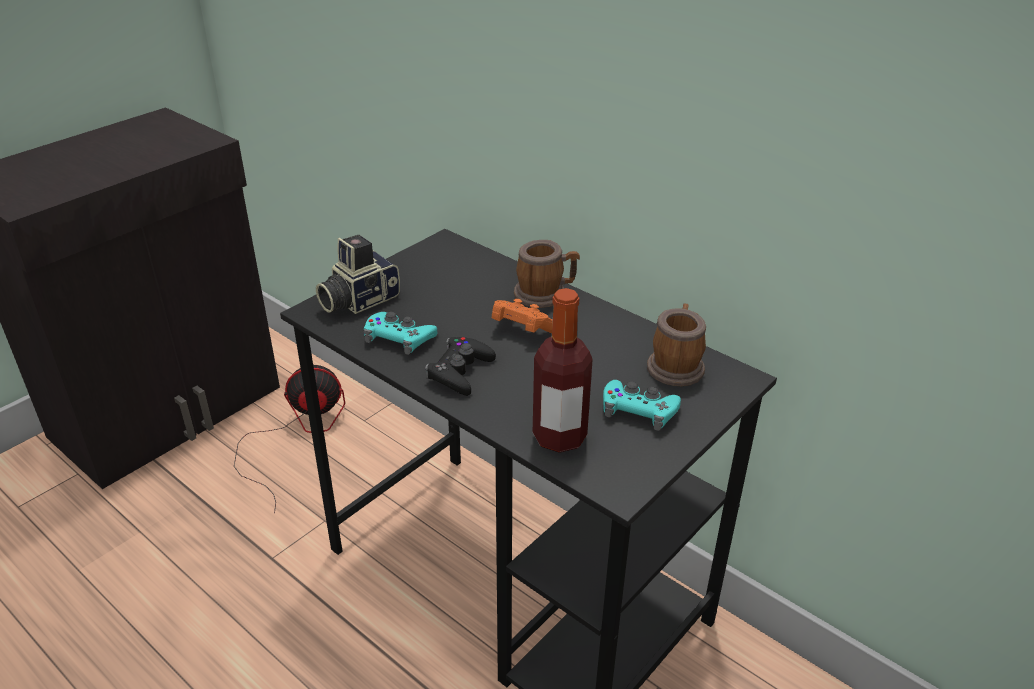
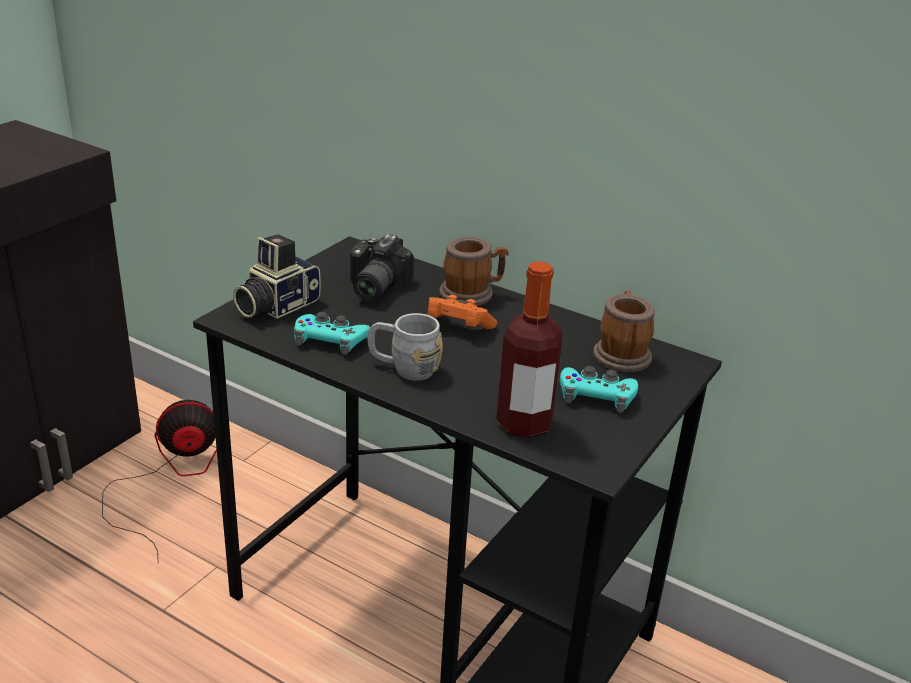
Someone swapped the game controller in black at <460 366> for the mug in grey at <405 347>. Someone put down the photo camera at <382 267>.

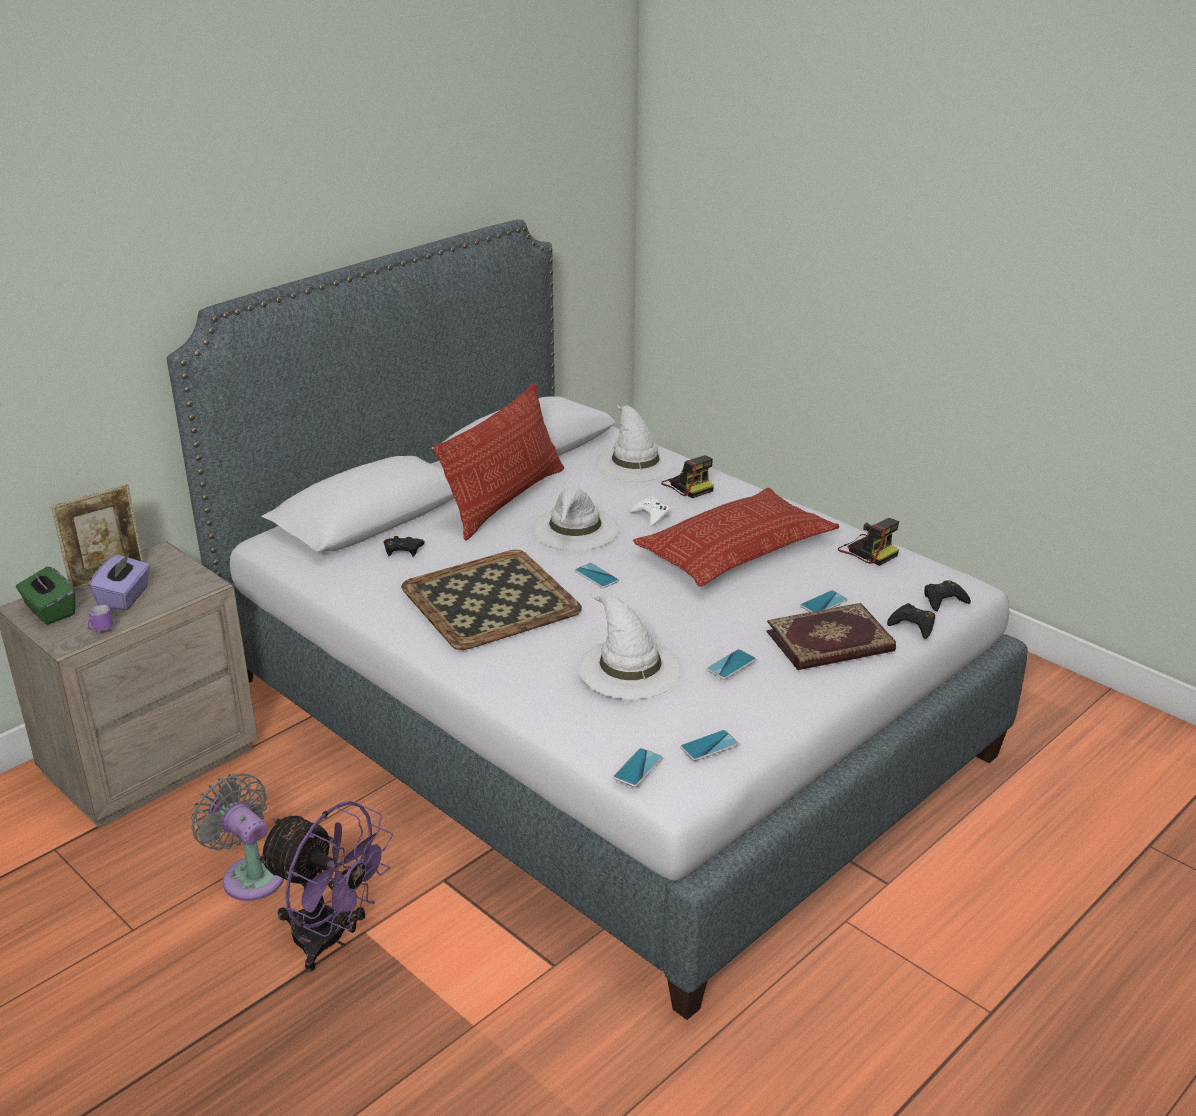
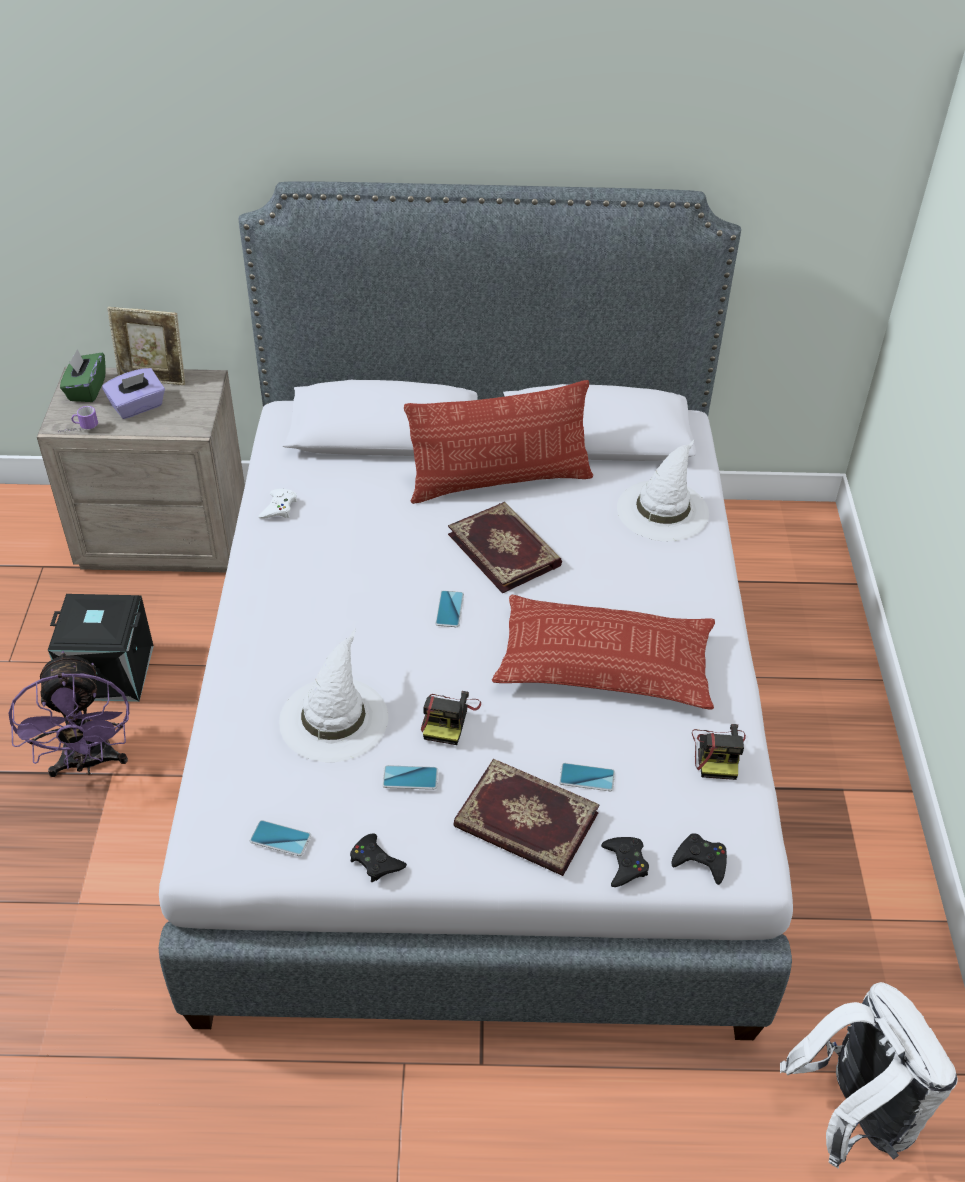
Someone carried the photo camera from <687 476> to <451 718>. Someone swapped the hat in white at <575 519> for the book at <505 547>. Someone carried the game controller in white from <650 511> to <277 504>. Someone carried the game controller in black from <404 546> to <378 858>. Someone took away the tray at <491 600>. Someone took away the phone at <638 767>. Someone swapped the fan in grey at <237 837> for the storage box in black at <101 648>. Someone put down the backpack in white at <869 1075>.

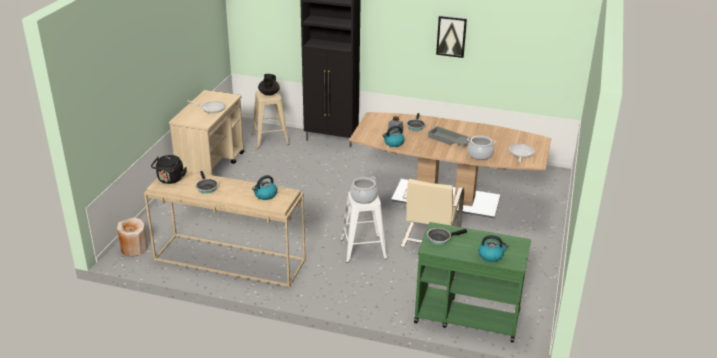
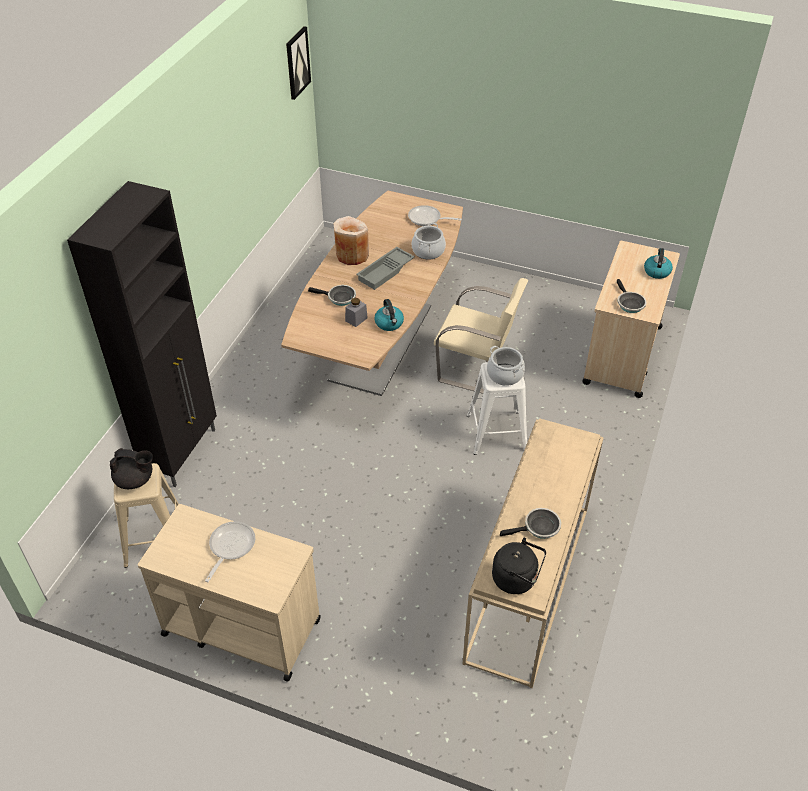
Someone carried the picture from <451 36> to <298 63>. Someone took away the kettle at <264 187>. Someone carried the vase in beige from <132 237> to <351 240>. Someone repainted the cart in green at <472 282>, which became the cart in beige at <631 319>.

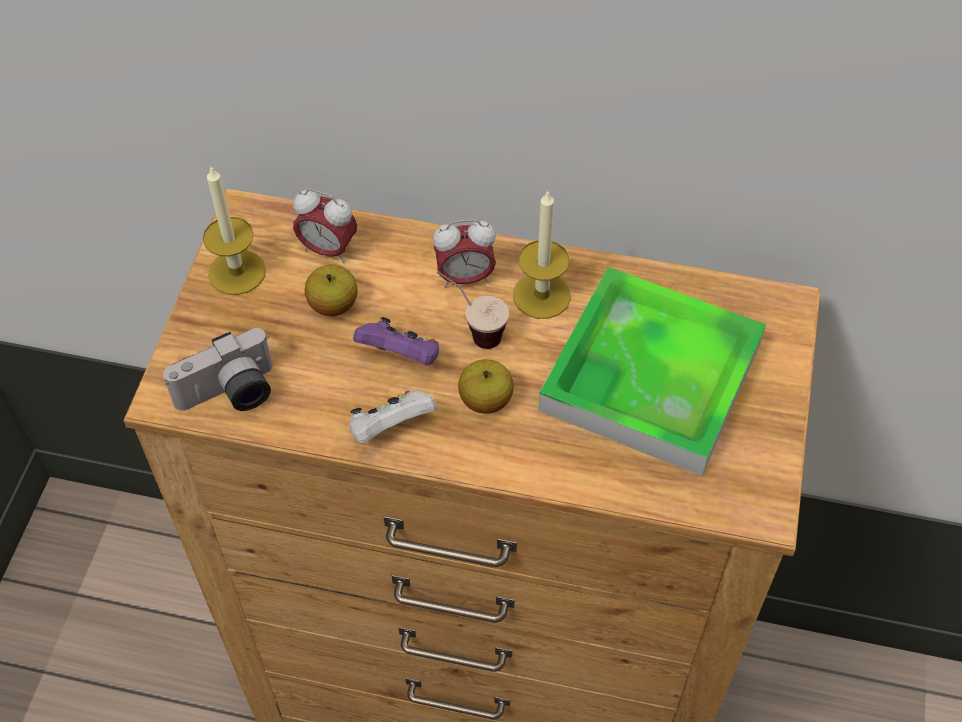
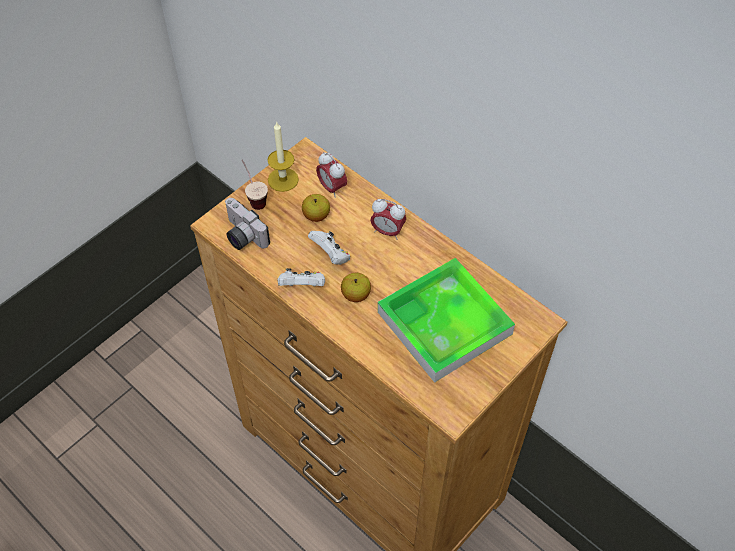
Someone took away the candle at <542 255>. Someone carried the cup from <473 310> to <255 185>. Someone repainted the game controller in purple at <396 341>, which became the game controller in white at <329 248>. Someone rotated the photo camera at <217 369> by 45 degrees clockwise.

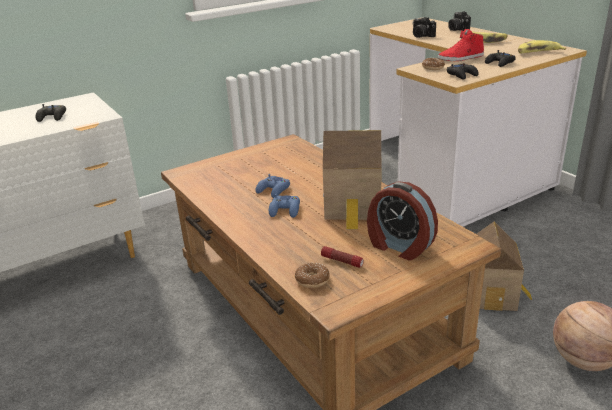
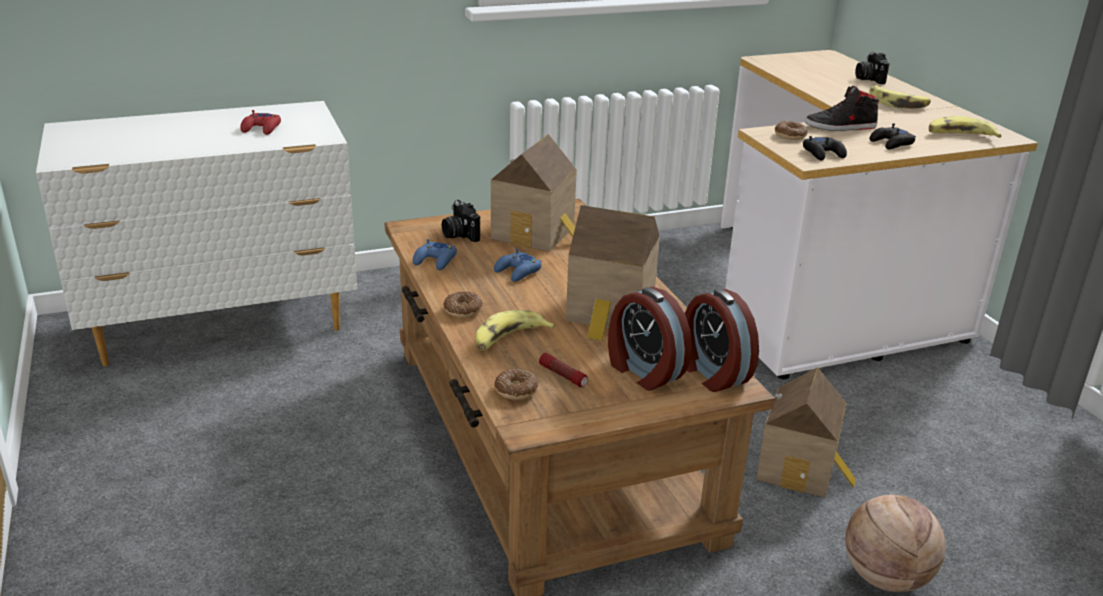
Someone carried the photo camera from <424 27> to <461 221>. Someone repainted the shoe in red at <461 45>, which became the shoe in black at <842 108>. Someone repainted the game controller in black at <51 113>, which became the game controller in red at <260 122>. Someone carried the game controller in blue from <284 206> to <435 254>. Someone put down the toy house at <534 193>. Someone put down the alarm clock at <722 340>. Someone put down the donut at <462 304>. Someone put down the banana at <515 330>.

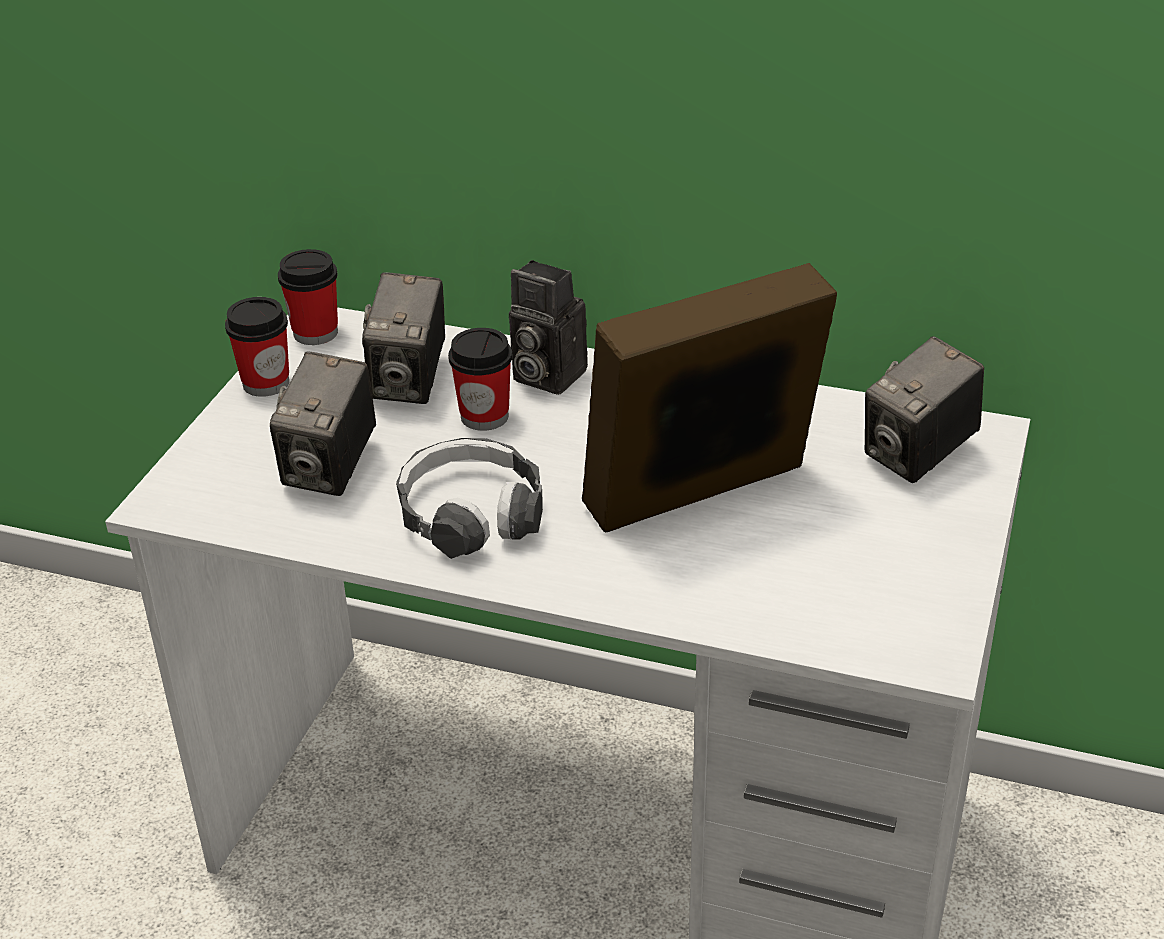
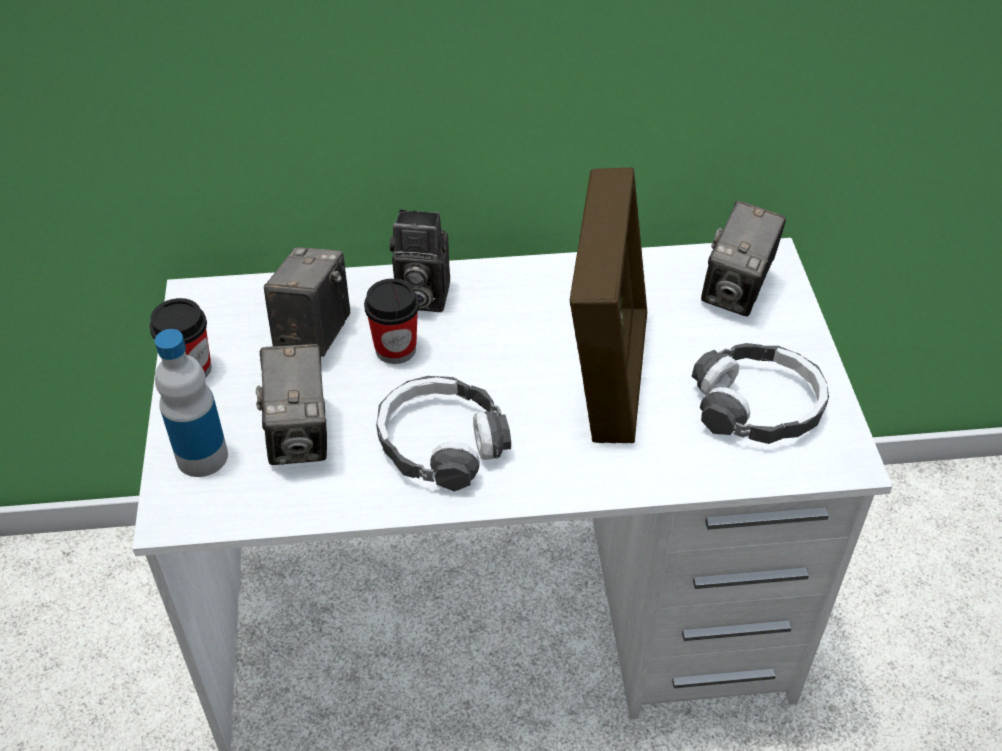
Someone took away the cup at <308 297>. Someone rotated the picture frame at <709 398> by 150 degrees clockwise. Someone rotated the photo camera at <403 338> by 150 degrees counterclockwise. Someone put down the bottle at <191 403>. Someone put down the headphones at <760 393>.

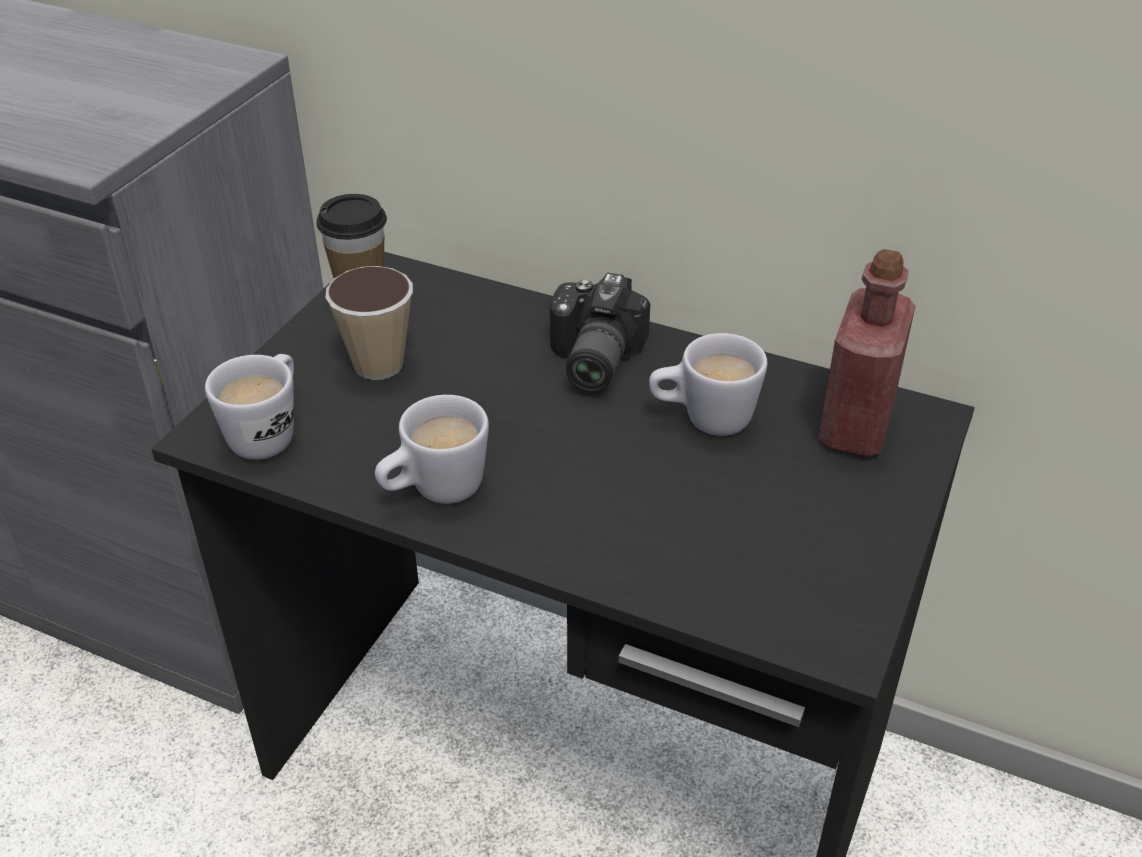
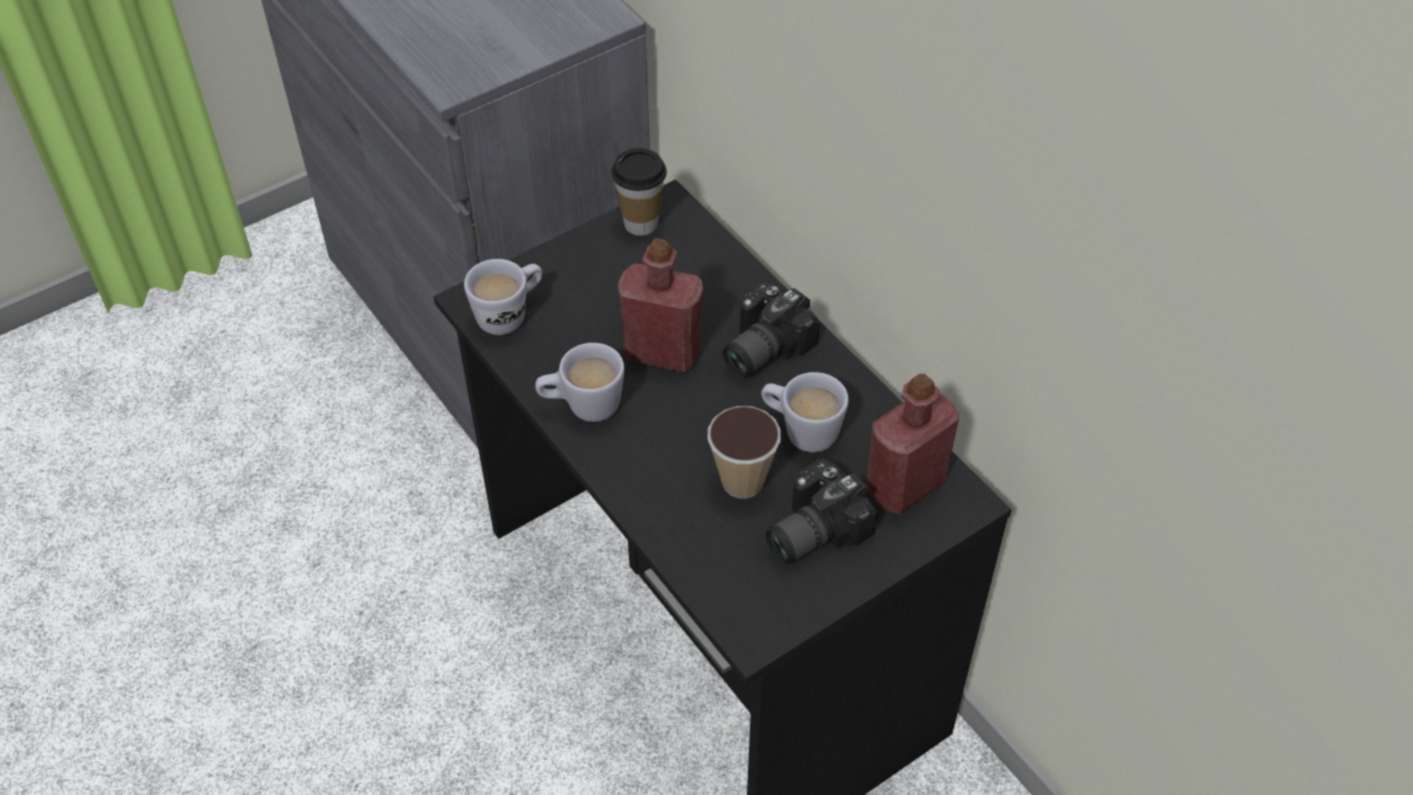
Someone carried the cup from <369 323> to <744 452>. Someone put down the bottle in red at <660 305>. Someone put down the photo camera at <821 511>.

